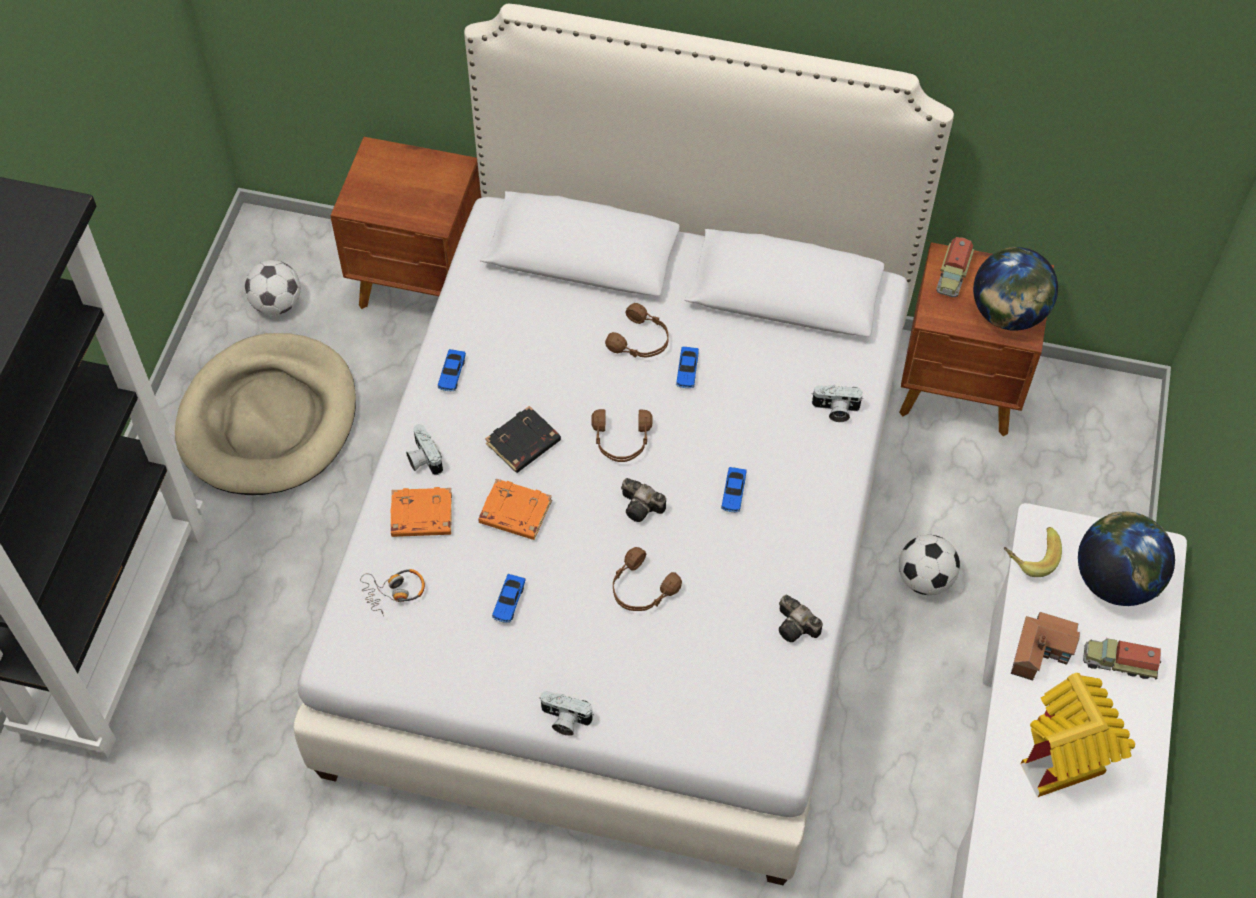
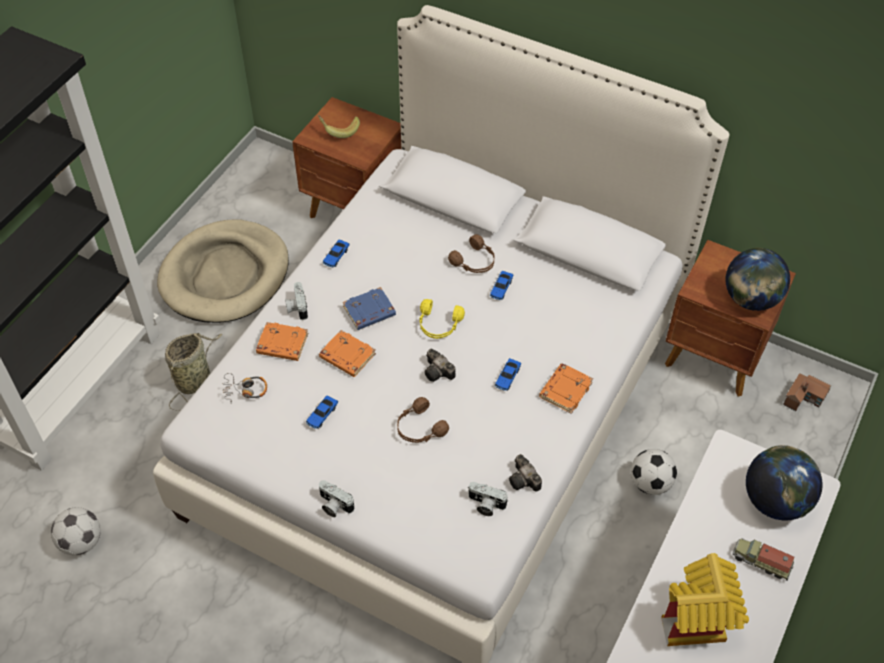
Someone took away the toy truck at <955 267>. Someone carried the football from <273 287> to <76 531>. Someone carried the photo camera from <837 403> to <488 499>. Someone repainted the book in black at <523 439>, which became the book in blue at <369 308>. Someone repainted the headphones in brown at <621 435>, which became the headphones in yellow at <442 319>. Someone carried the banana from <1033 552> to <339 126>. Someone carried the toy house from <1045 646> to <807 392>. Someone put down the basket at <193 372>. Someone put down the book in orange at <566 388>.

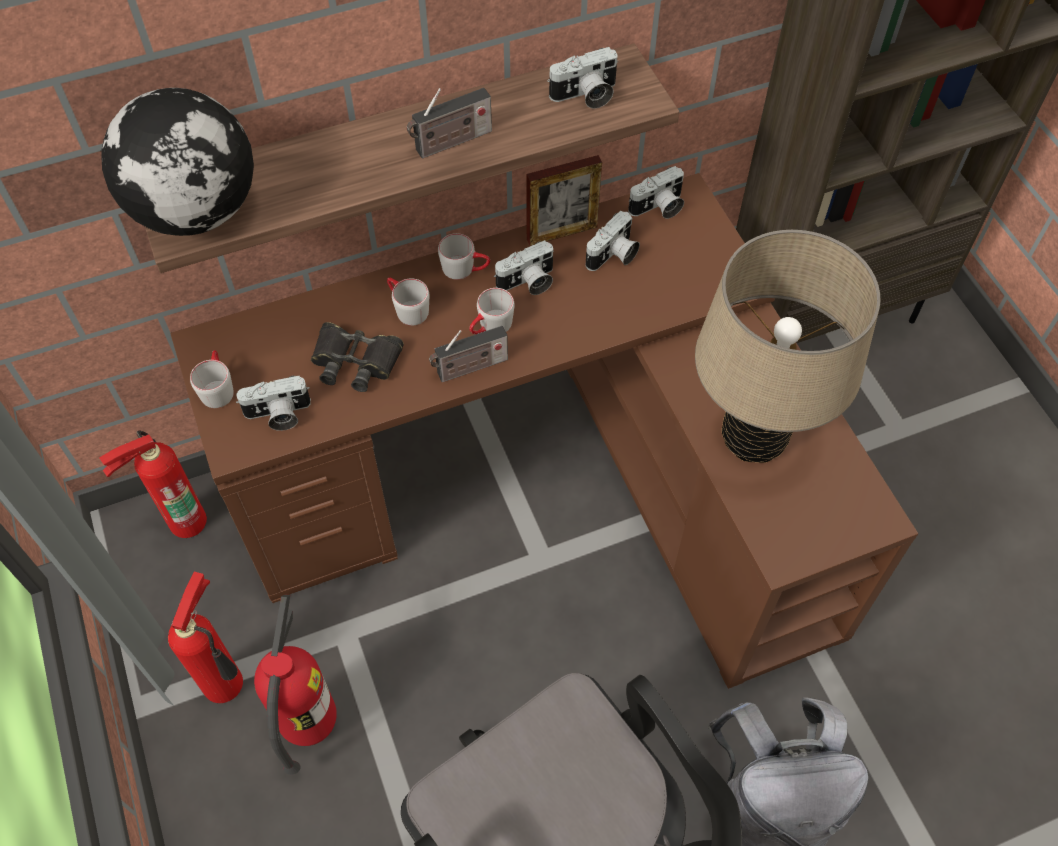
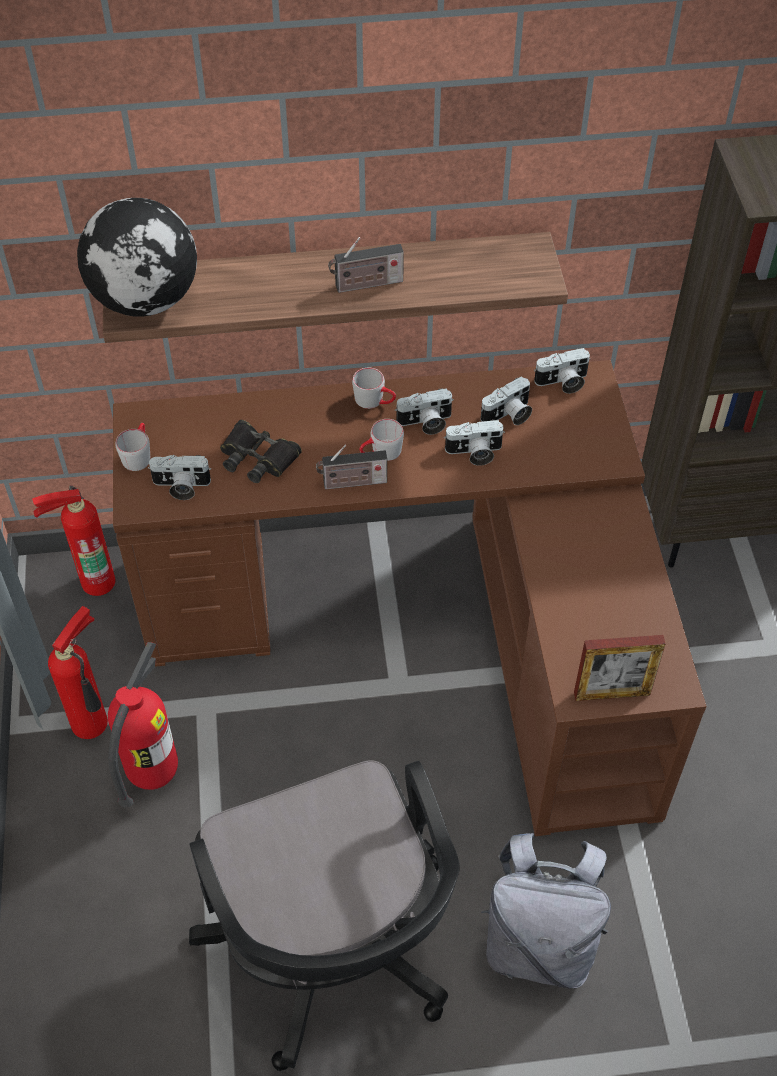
Someone carried the photo camera from <582 78> to <474 443>. Someone carried the picture frame from <564 200> to <619 668>. Someone took away the table lamp in beige at <787 346>. Someone took away the mug in grey at <408 302>.

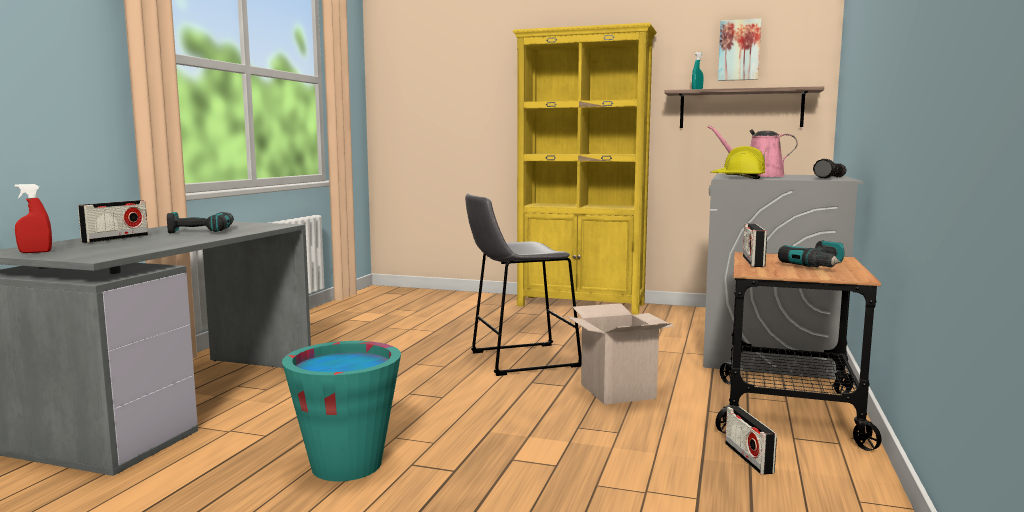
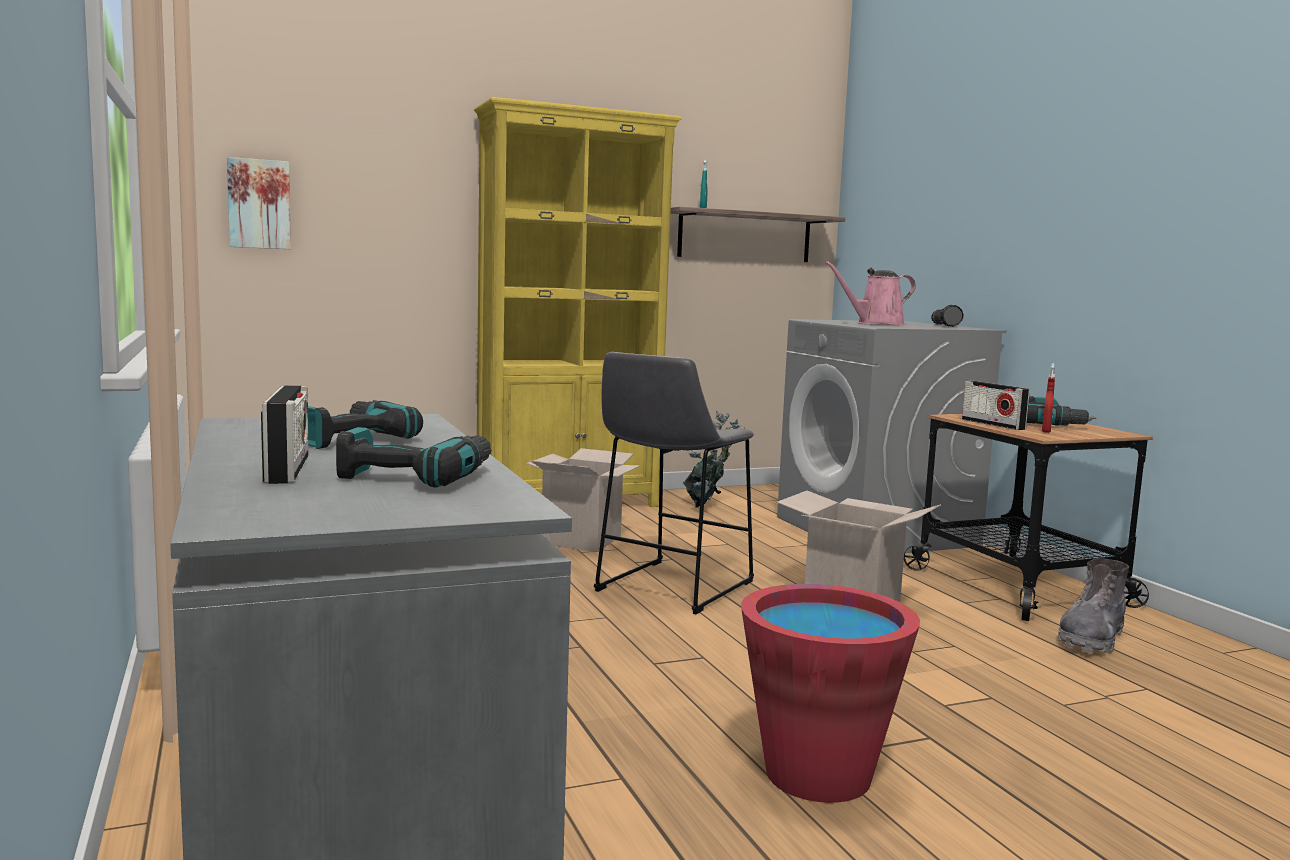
Someone carried the picture from <739 50> to <259 203>. Someone took away the hard hat in yellow at <737 162>. Someone carried the spray bottle in red from <33 218> to <1048 398>. Someone repainted the bucket in turquoise at <341 411>, which became the bucket in red at <830 693>. Someone swapped the radio at <751 440> for the boot in grey at <1093 606>. Someone put down the potted plant at <714 459>. Someone put down the power drill at <414 457>. Someone put down the cardboard box at <583 500>.

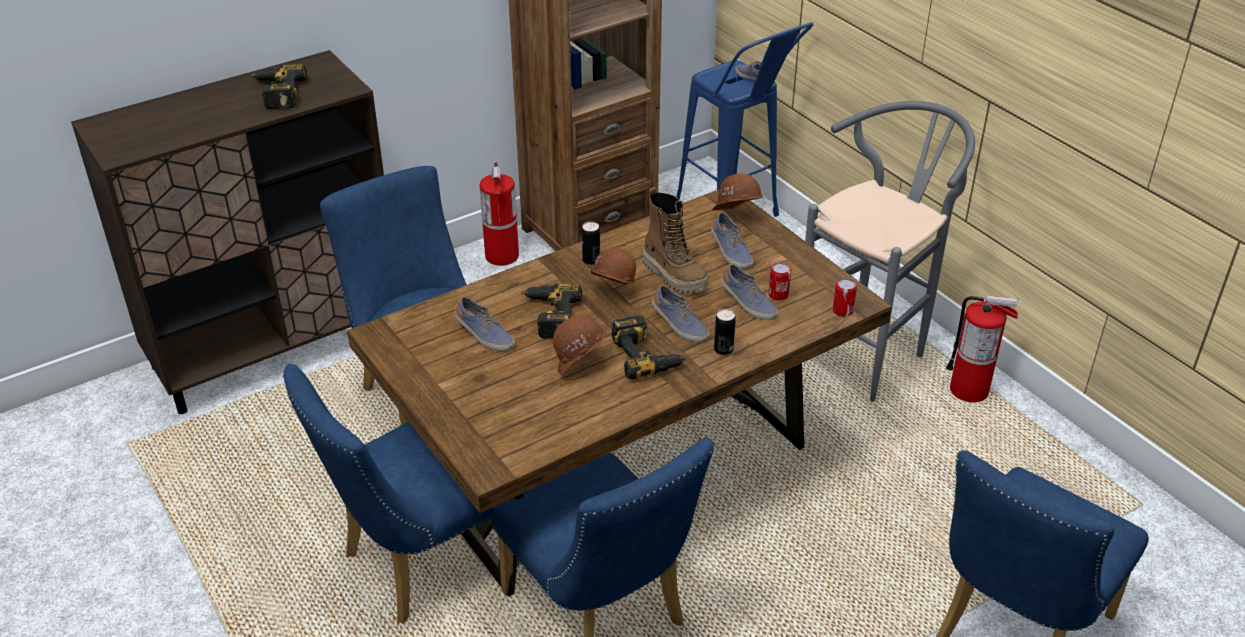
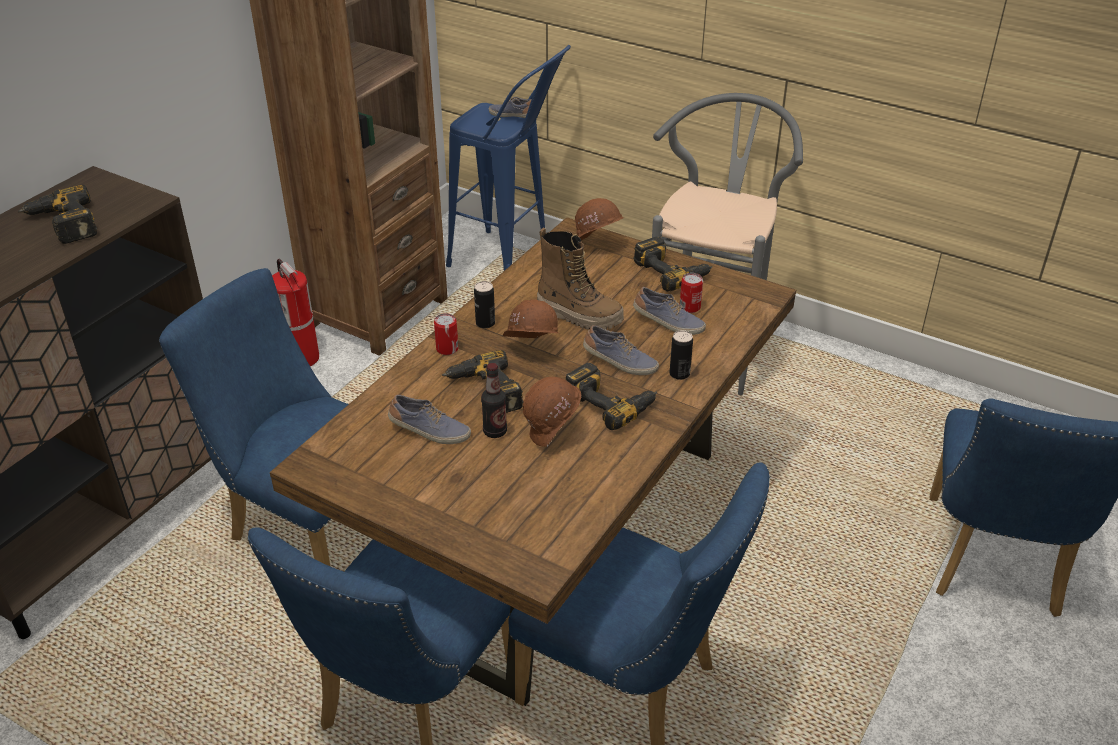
Someone took away the shoe at <732 240>. Someone carried the can from <845 297> to <446 334>. Someone took away the fire extinguisher at <982 348>. Someone put down the power drill at <673 264>. Someone put down the bottle at <494 400>.

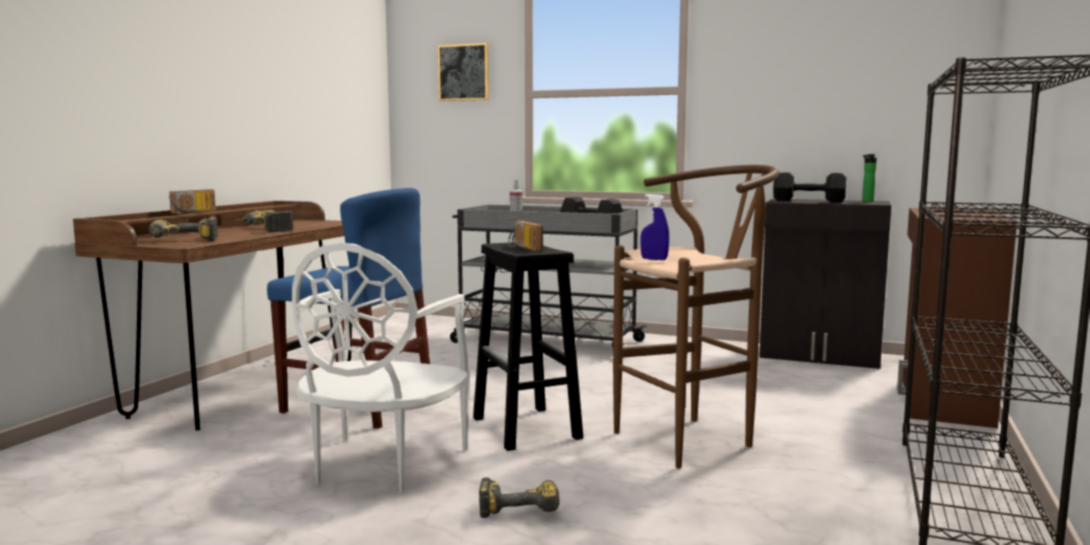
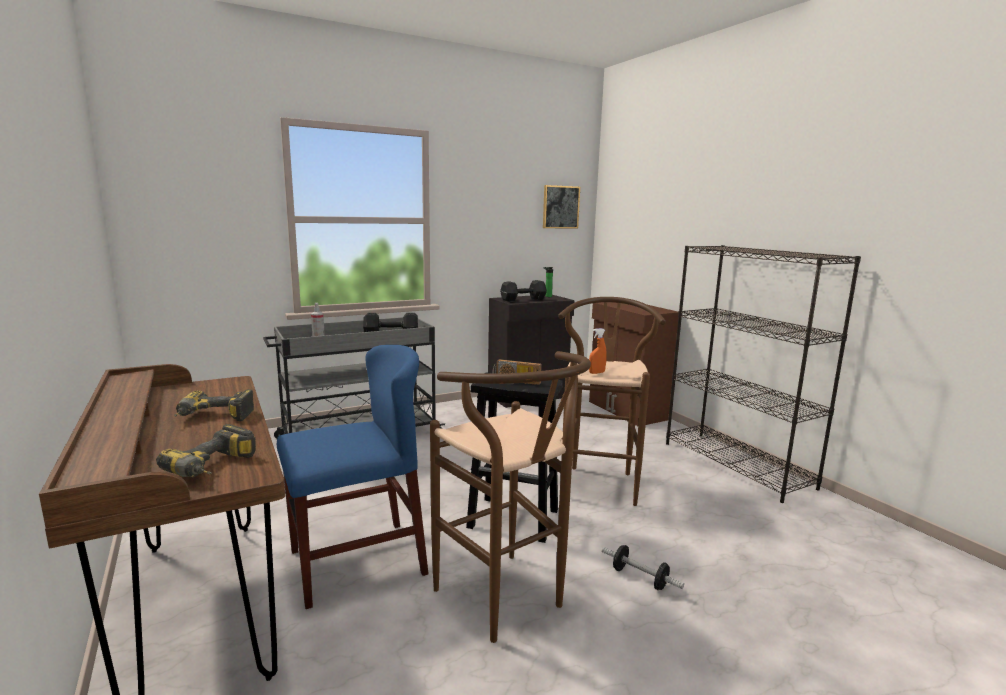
Someone carried the picture from <463 72> to <561 206>. Someone took away the radio at <192 201>. Someone repainted the spray bottle in blue at <655 227>, which became the spray bottle in orange at <598 351>. Someone swapped the chair in white at <380 367> for the stool in brown at <510 497>. Someone swapped the power drill at <519 497> for the dumbbell at <643 567>.

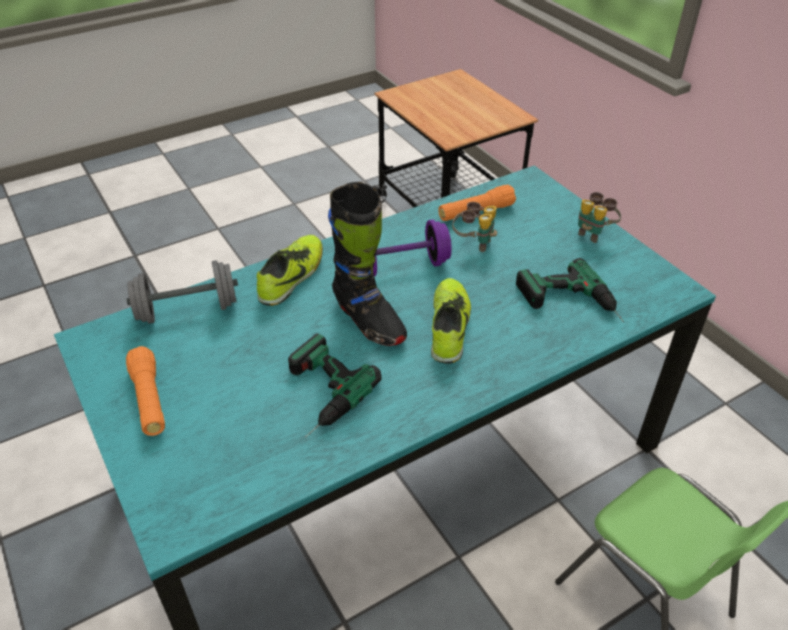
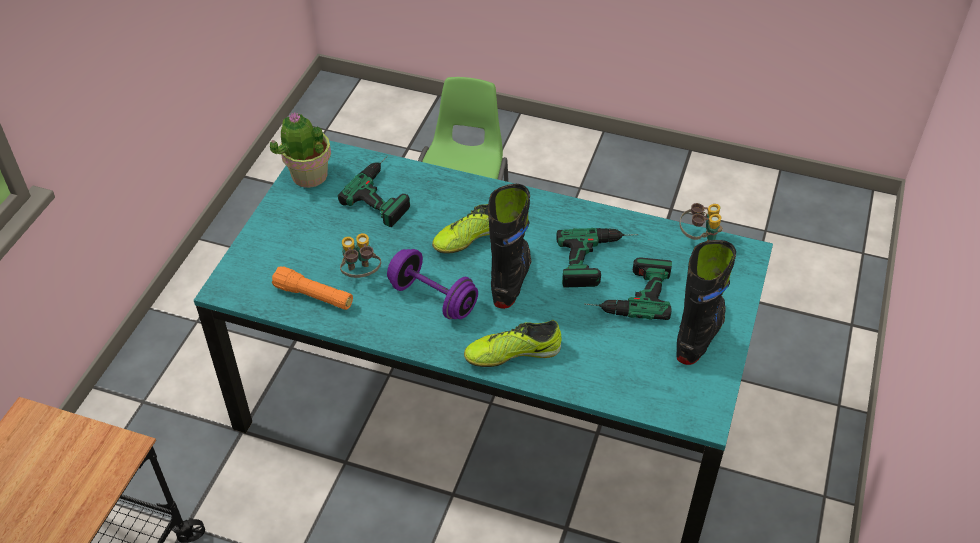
Someone carried the binoculars from <599 217> to <701 222>. Someone took away the dumbbell in grey at <182 292>. Someone swapped the flashlight in orange at <145 391> for the boot in black at <706 302>. Someone put down the potted plant at <300 150>. Someone put down the power drill at <628 288>.

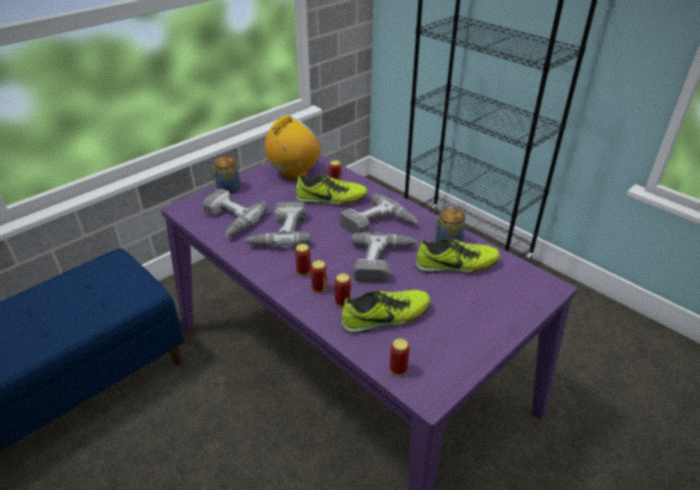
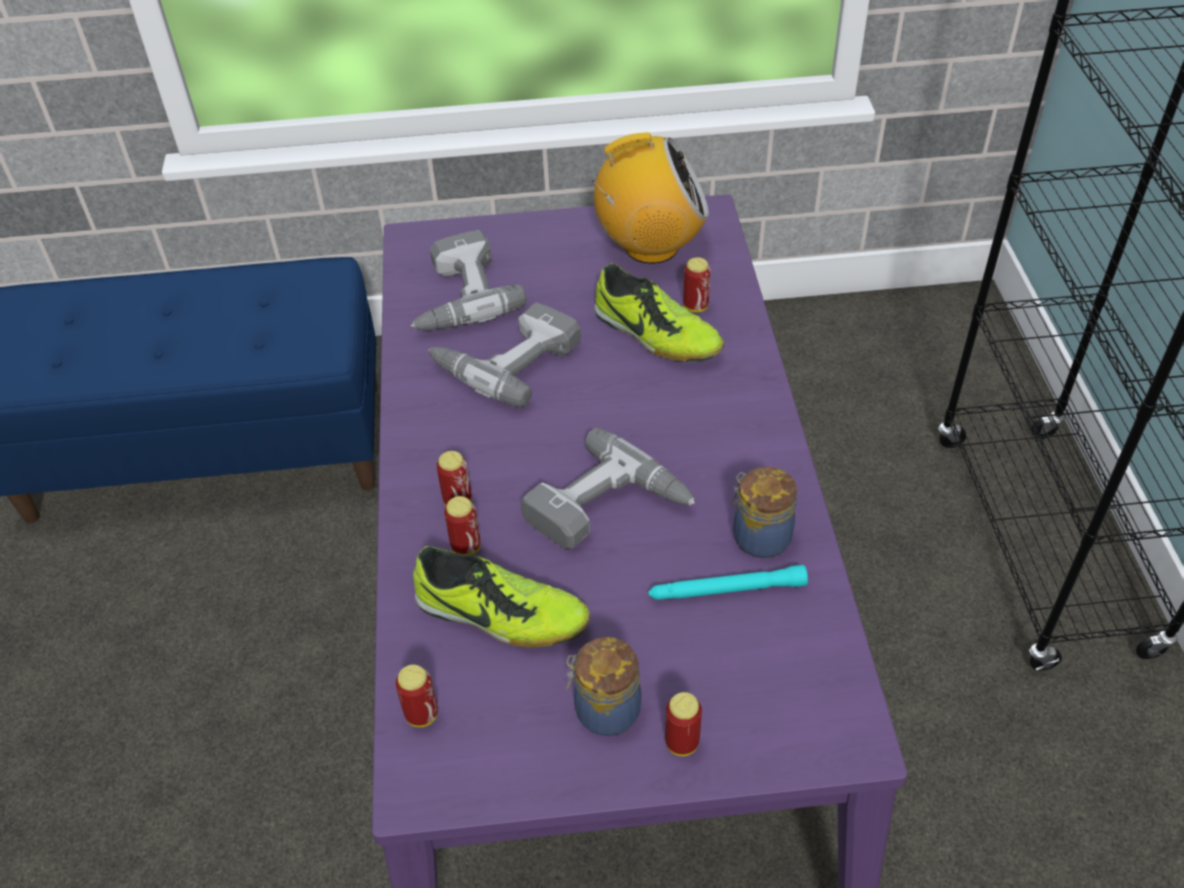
Someone carried the jar from <225 175> to <603 686>. Someone took away the power drill at <378 213>. Someone swapped the shoe at <458 255> for the flashlight in turquoise at <728 582>. Someone carried the can from <303 260> to <683 724>.

